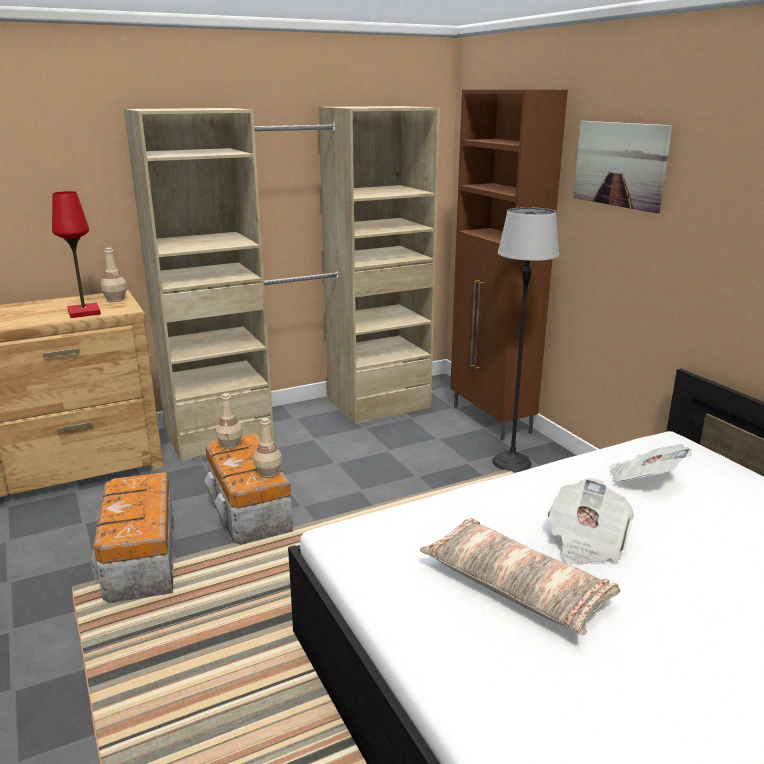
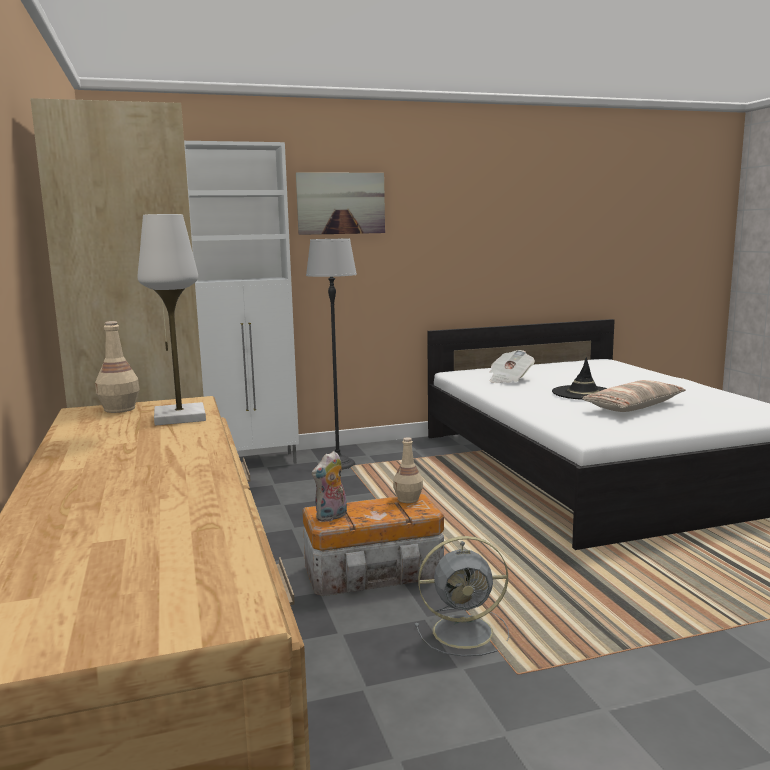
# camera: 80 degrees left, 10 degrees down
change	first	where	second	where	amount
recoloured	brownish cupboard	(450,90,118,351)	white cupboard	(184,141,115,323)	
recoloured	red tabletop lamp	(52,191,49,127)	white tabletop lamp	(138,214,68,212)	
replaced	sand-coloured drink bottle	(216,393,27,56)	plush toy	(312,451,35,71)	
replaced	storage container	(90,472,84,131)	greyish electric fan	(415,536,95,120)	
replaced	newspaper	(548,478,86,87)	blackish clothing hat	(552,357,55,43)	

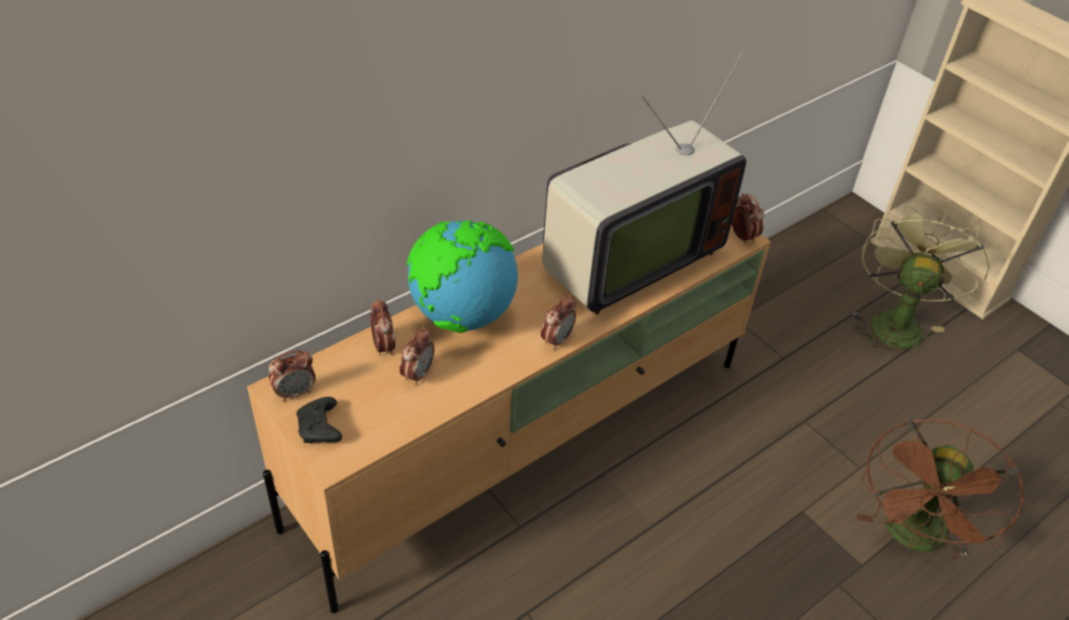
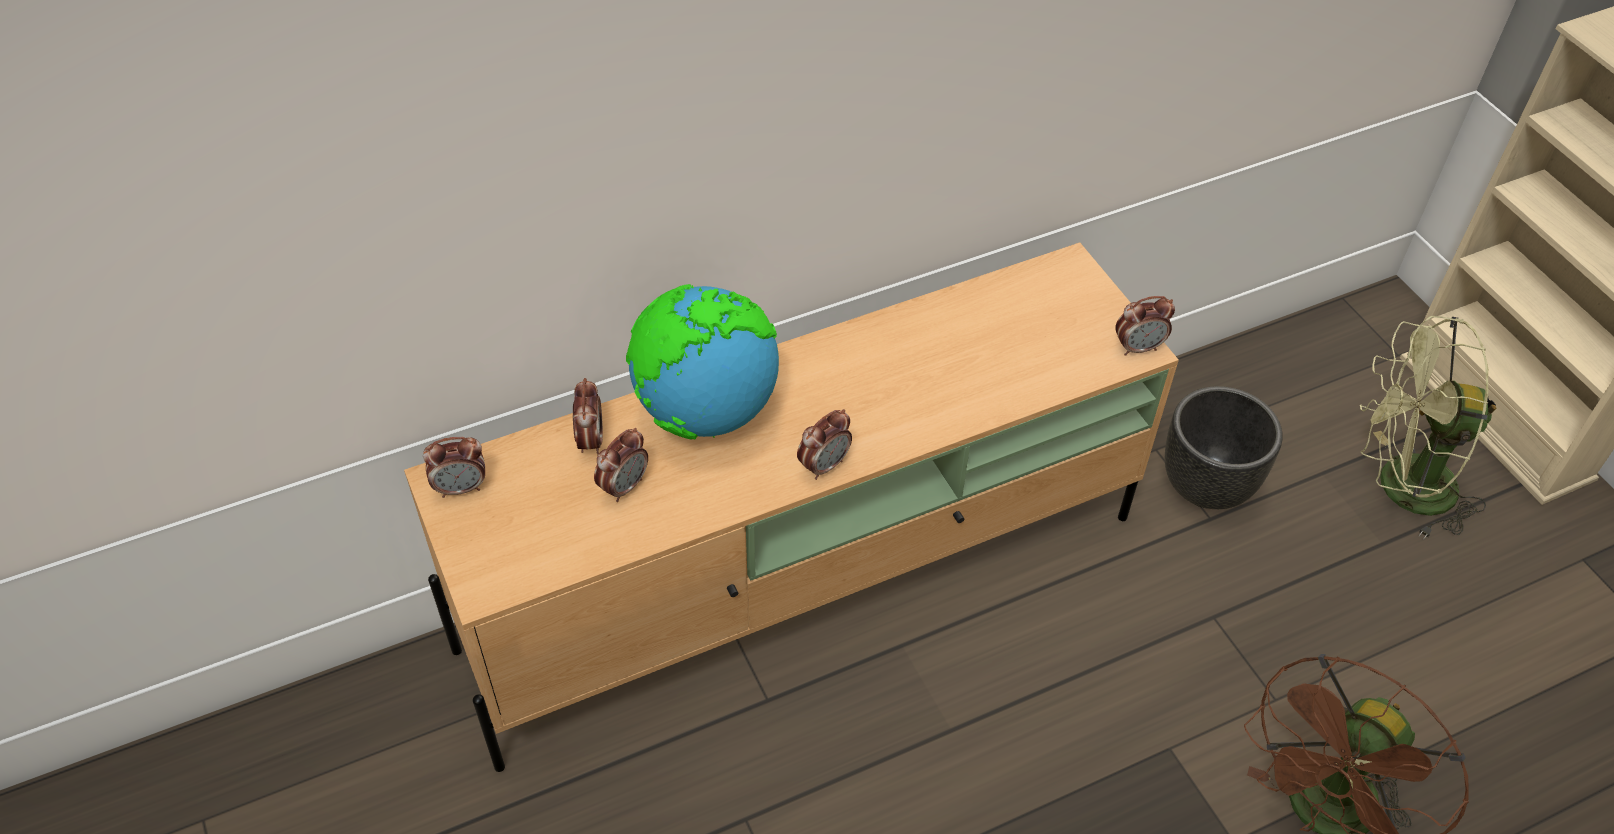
# camera: 15 degrees right, 5 degrees up
change	first	where	second	where	amount
removed	TV set	(542,51,204,264)			
turned	table clock	(732,193,32,51)		(1115,296,60,60)	90 degrees clockwise
turned	green-coloured electric fan	(852,206,139,149)		(1360,316,136,224)	120 degrees counterclockwise
removed	blackish gamepad	(296,397,46,46)			
added			blackish flower pot	(1165,386,118,123)	

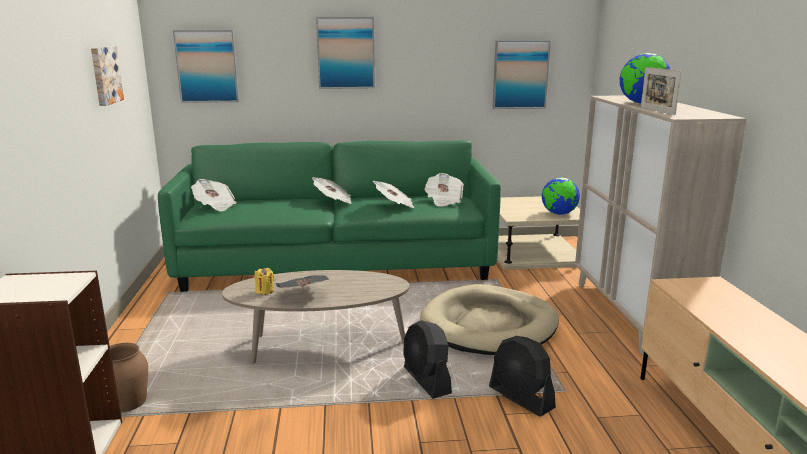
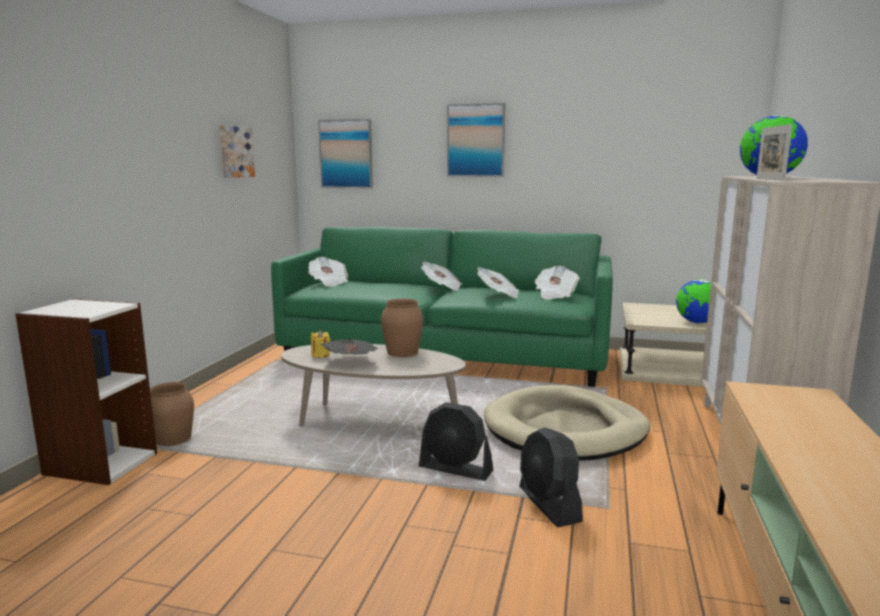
# camera: 20 degrees right, 5 degrees down
change	first	where	second	where	amount
removed	picture	(492,40,59,69)			
turned	blackish electric fan	(403,320,49,79)		(419,402,74,79)	60 degrees counterclockwise
added			brownish vase	(381,299,42,58)	

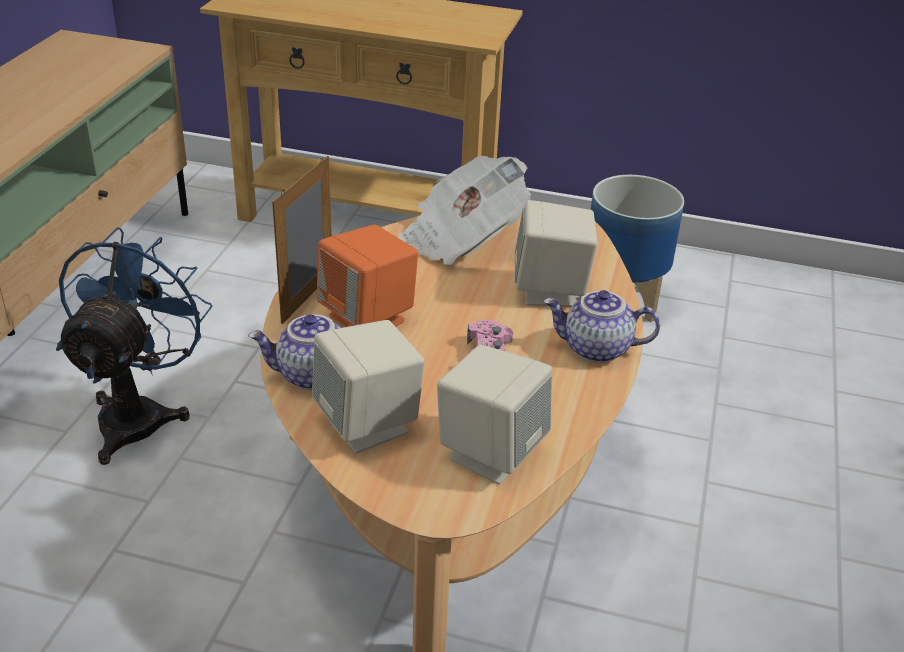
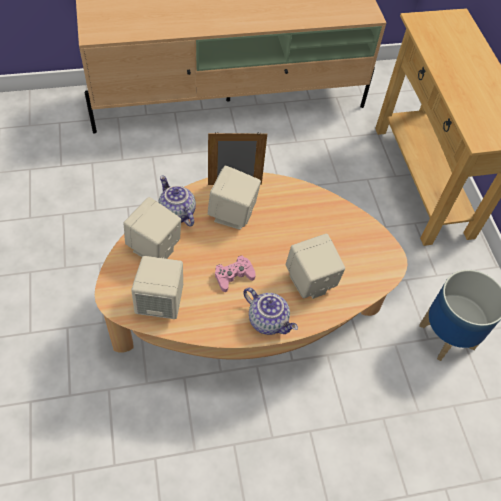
# camera: 60 degrees right, 20 degrees up
change	first	where	second	where	amount
removed	newspaper	(397,156,134,109)			
recoloured	orangey loudspeaker	(317,224,101,103)	sand-coloured loudspeaker	(208,166,53,63)	
removed	blue electric fan	(56,227,156,238)			
turned	tea pot	(543,290,117,73)		(243,288,55,47)	150 degrees clockwise

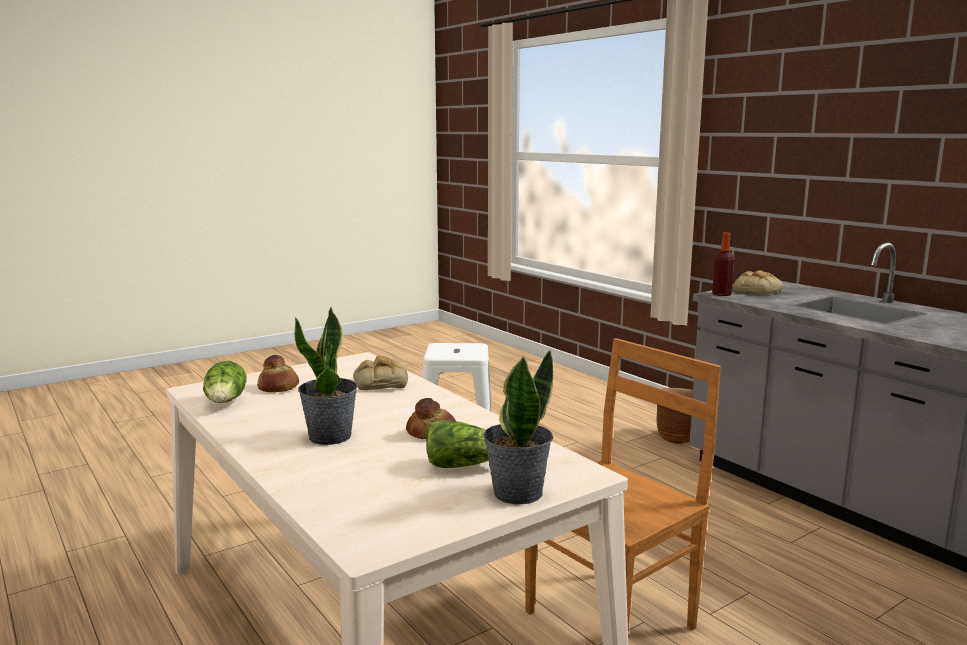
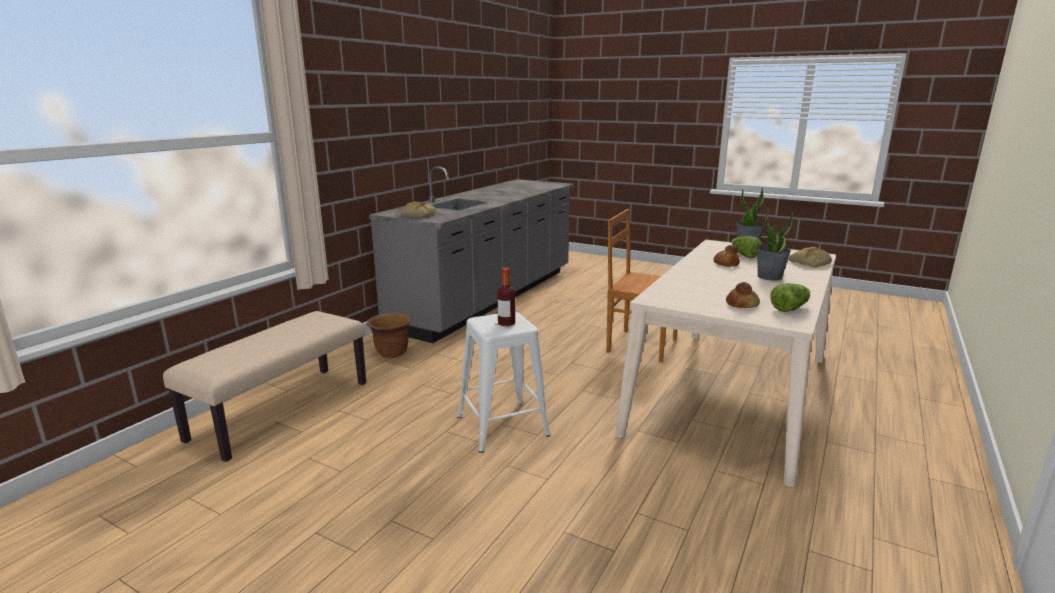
# camera: 115 degrees left, 5 degrees up
change	first	where	second	where	amount
moved	drink bottle	(712,232,23,64)		(497,268,18,58)	
moved	baked bread	(353,356,55,34)		(788,247,44,20)	
added			sand-coloured long seat	(163,311,203,151)	

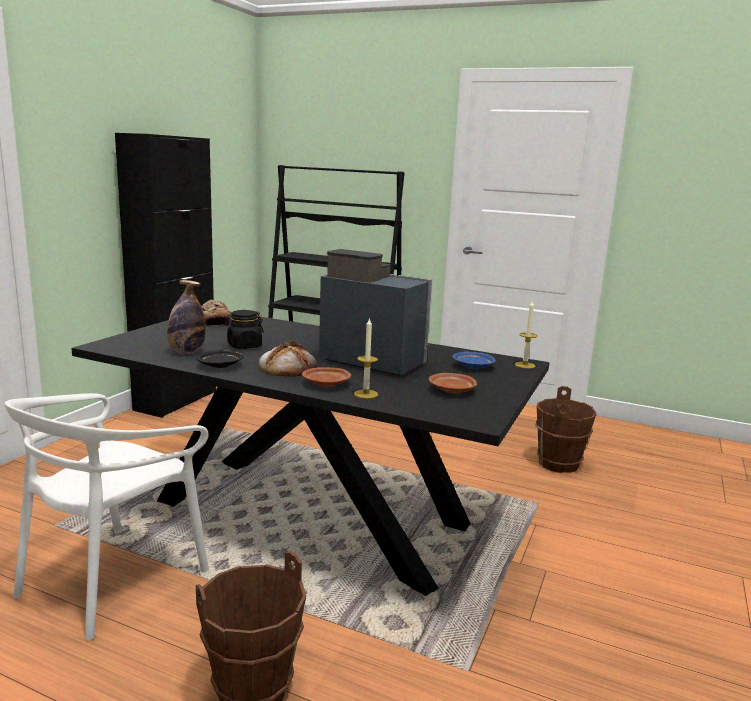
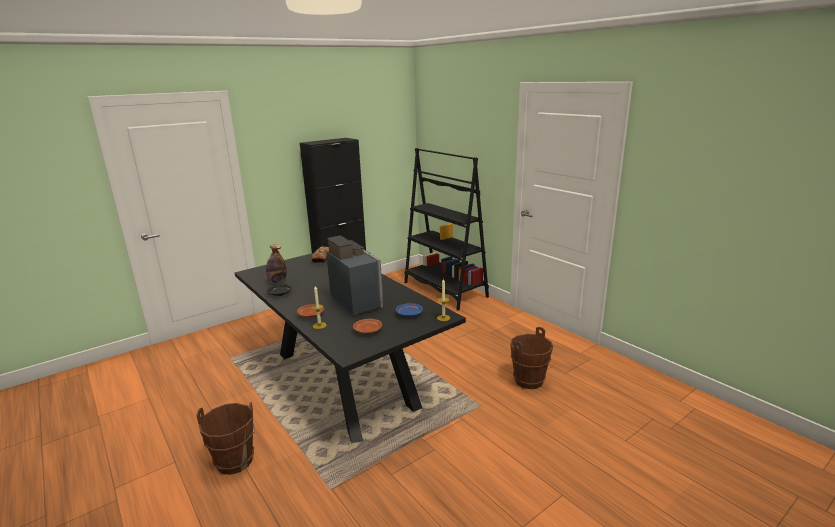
# camera: 30 degrees right, 5 degrees up
change	first	where	second	where	amount
removed	blackish jar	(224,310,40,39)			
removed	baked bread	(259,341,58,36)			
removed	white upright chair	(5,393,204,247)			

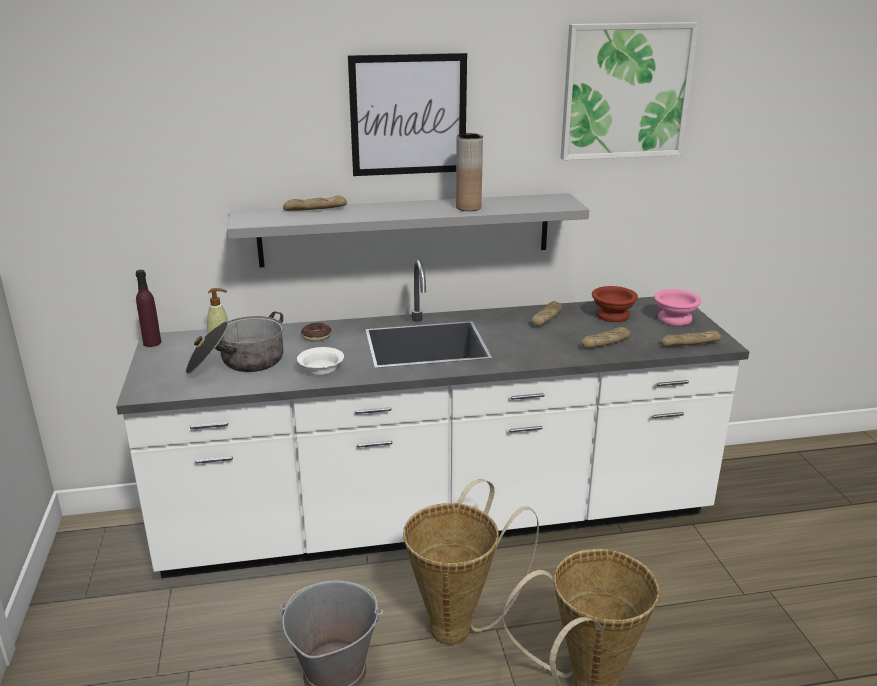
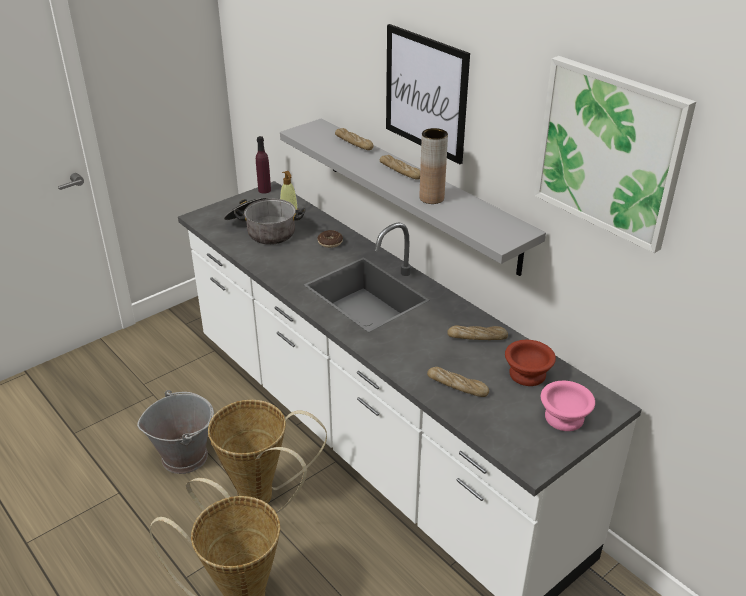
# camera: 60 degrees right, 10 degrees up
change	first	where	second	where	amount
moved	baked bread	(661,330,60,17)		(380,155,40,25)	
removed	white serving bowl	(297,347,47,28)			

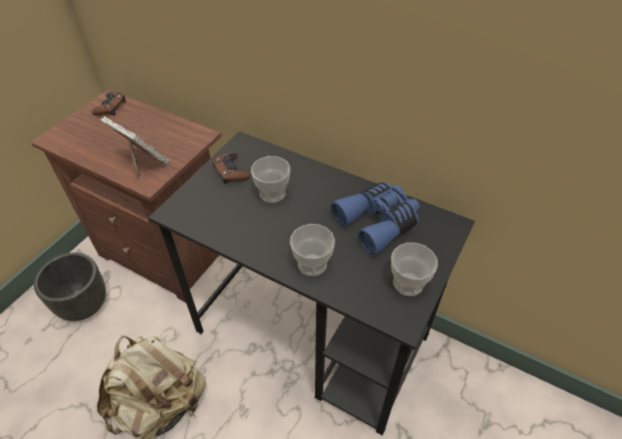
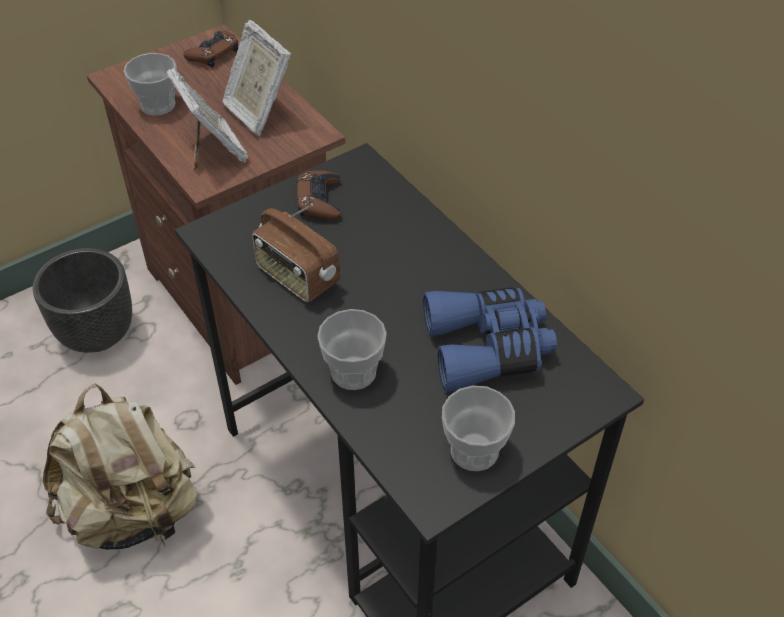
# camera: 25 degrees right, 0 degrees up
change	first	where	second	where	amount
moved	drinking cup	(251,156,39,47)		(124,53,53,63)	
added			photo frame	(222,20,69,116)	
added			radio set	(252,204,88,99)	

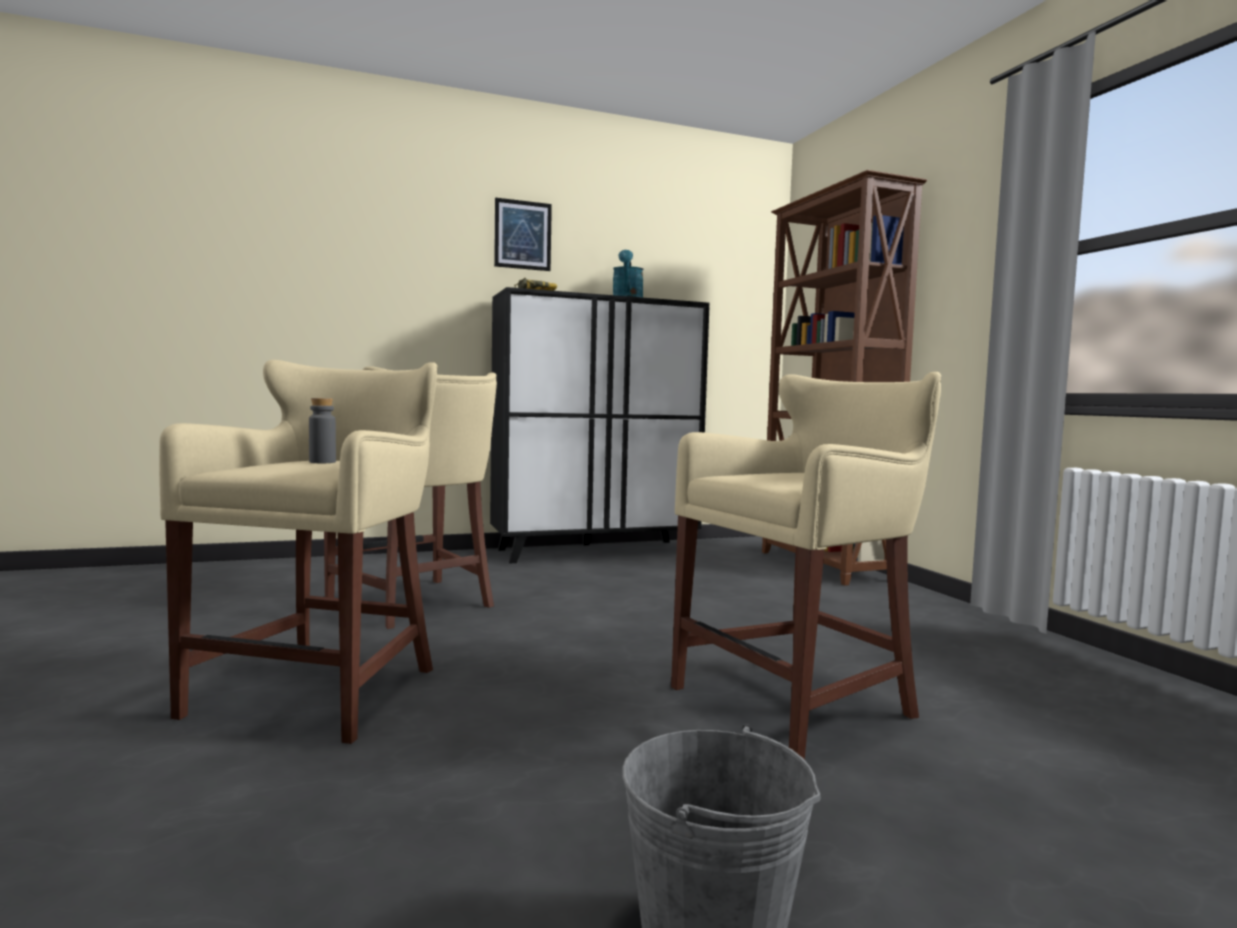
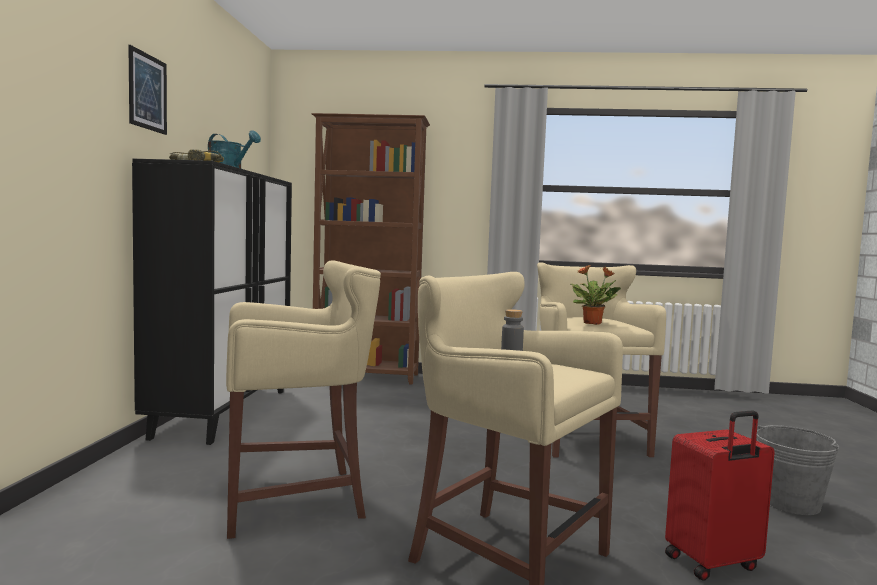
# camera: 65 degrees left, 0 degrees up
change	first	where	second	where	amount
added			potted plant	(571,265,50,60)	
added			red suitcase	(665,410,110,171)	

